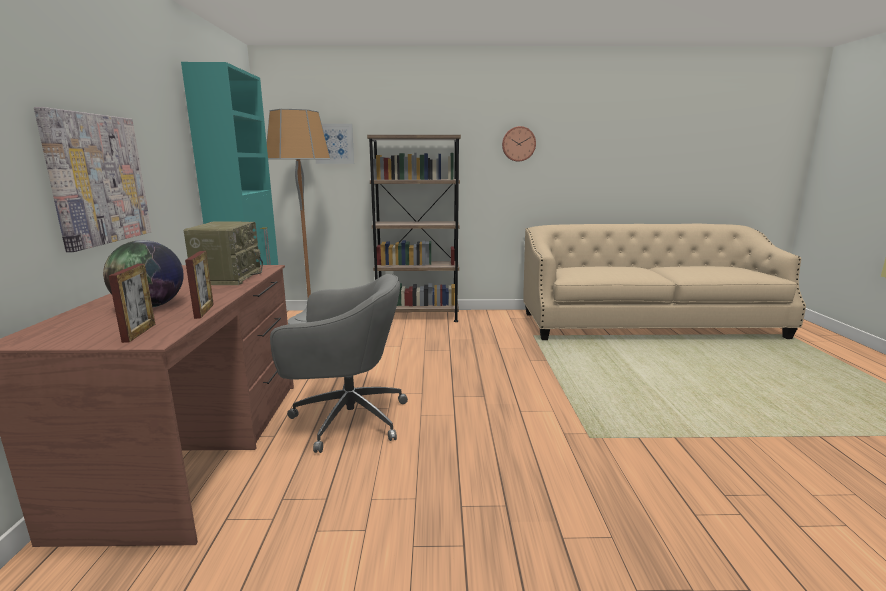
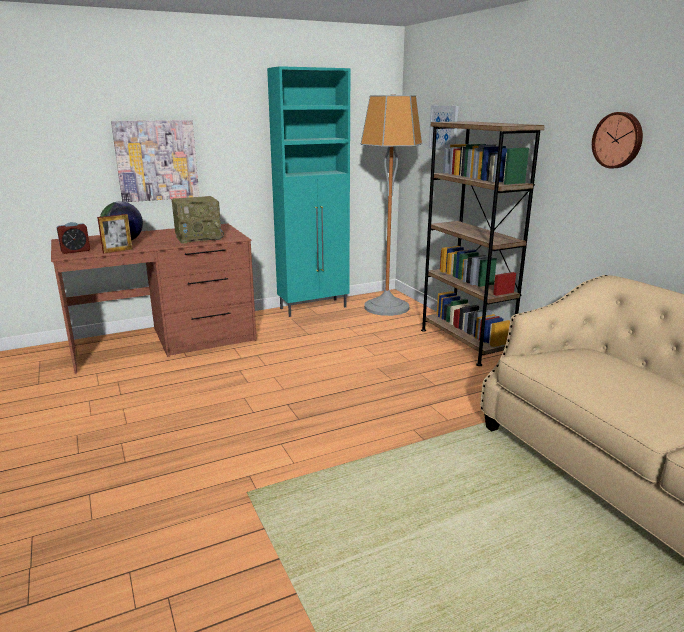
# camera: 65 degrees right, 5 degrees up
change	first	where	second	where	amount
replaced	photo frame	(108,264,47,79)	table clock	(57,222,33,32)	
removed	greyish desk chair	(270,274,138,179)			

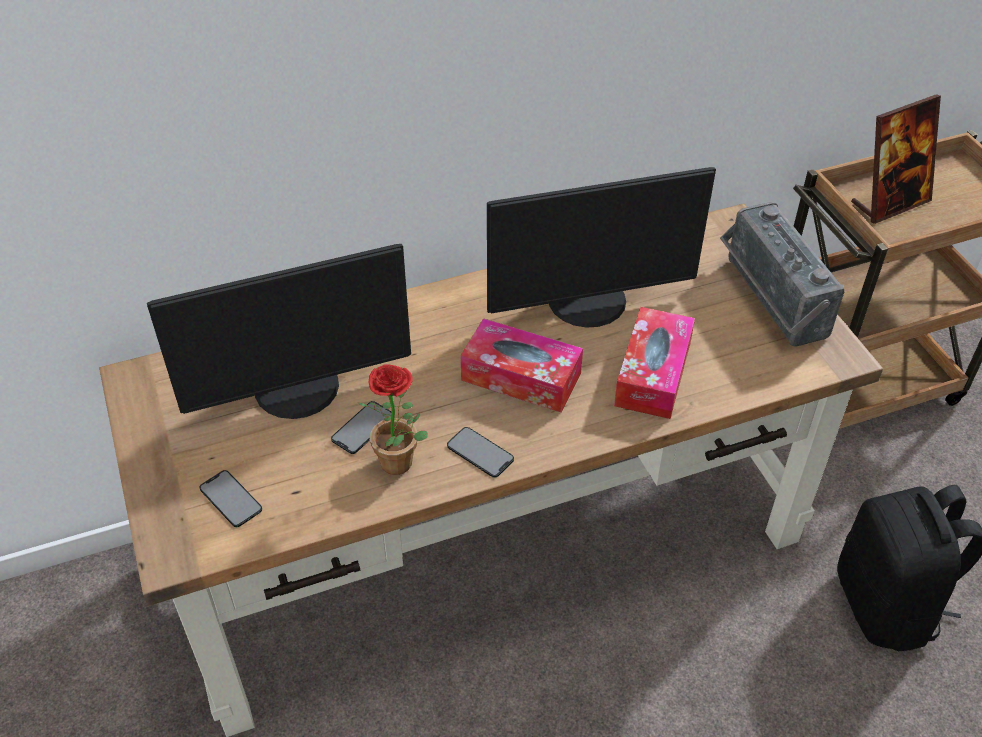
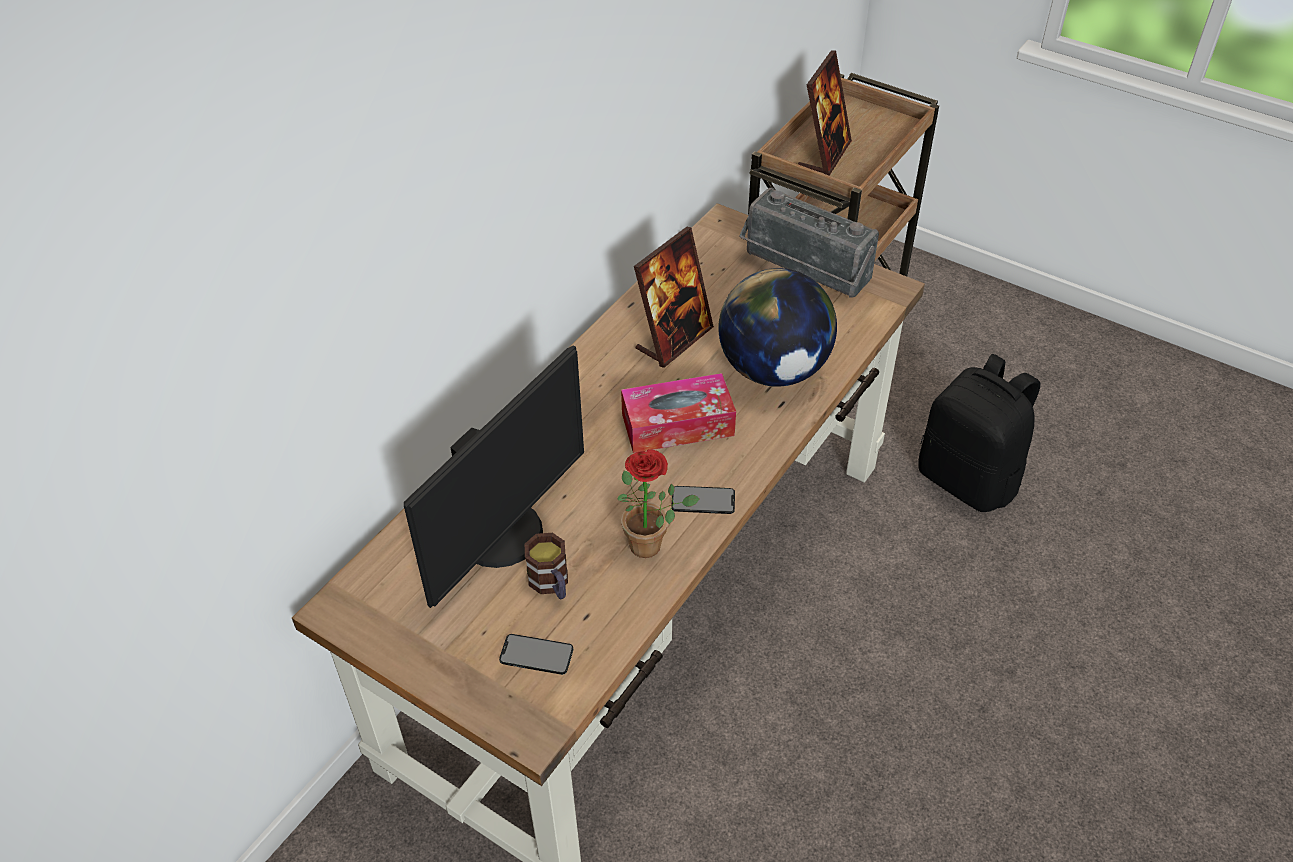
# camera: 35 degrees left, 0 degrees up
change	first	where	second	where	amount
replaced	computer display	(487,167,229,161)	photo frame	(634,227,80,141)	
replaced	tissue holder	(614,307,81,112)	world globe	(718,268,119,119)	
removed	telephone	(331,401,60,53)			
added			mug	(525,533,43,66)	

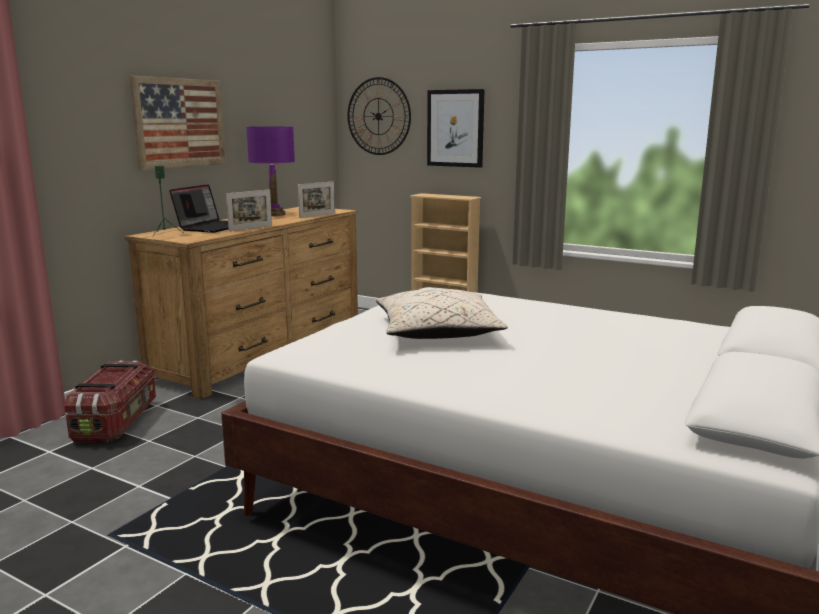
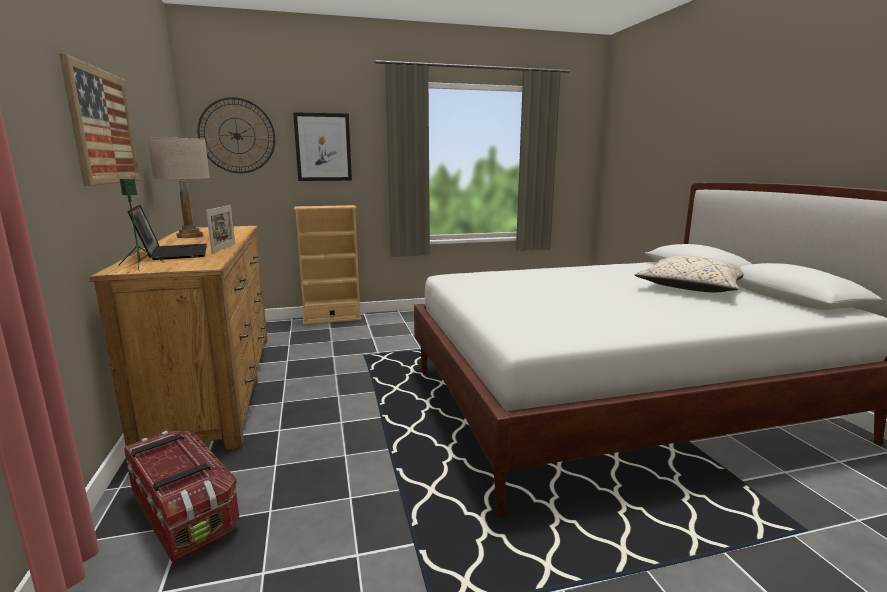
# camera: 45 degrees left, 0 degrees up
change	first	where	second	where	amount
recoloured	purplish tabletop lamp	(246,126,49,90)	sand-coloured tabletop lamp	(147,138,63,100)	
removed	photo frame	(298,181,37,37)			
moved	sand-coloured cushion	(376,289,132,50)		(634,256,110,36)	

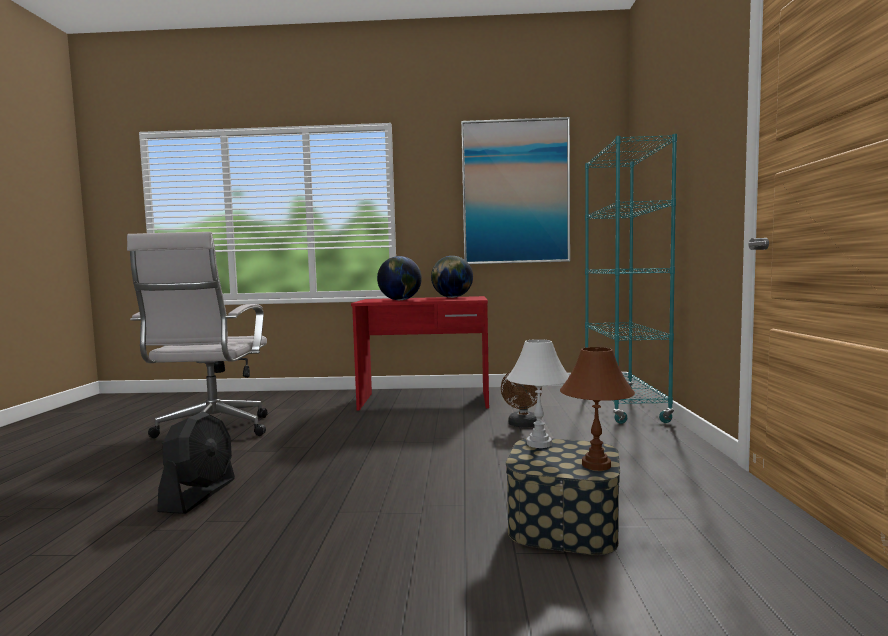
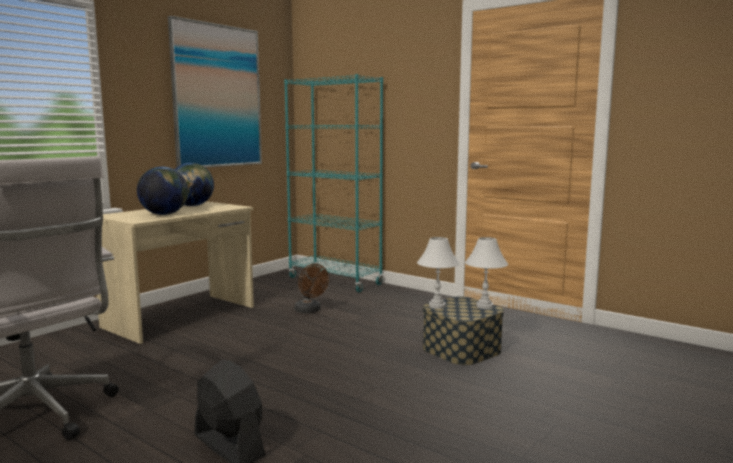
# camera: 55 degrees left, 5 degrees up
change	first	where	second	where	amount
recoloured	red desk	(351,296,138,114)	sand-coloured desk	(97,202,157,142)	
recoloured	brownish tabletop lamp	(560,347,75,124)	white tabletop lamp	(465,237,43,72)	

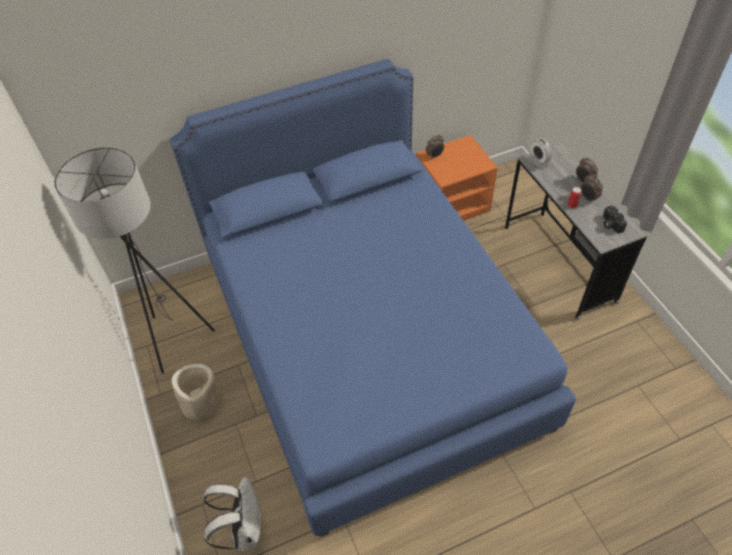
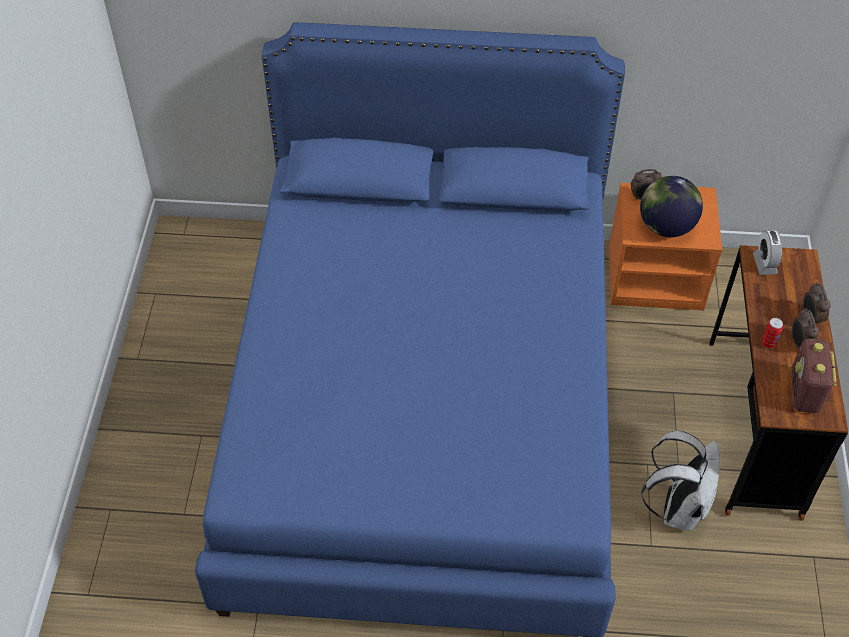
# camera: 25 degrees right, 0 degrees up
change	first	where	second	where	amount
recoloured	greyish desk	(505,143,142,177)	brownish desk	(709,245,139,276)	
removed	greyish floor lamp	(54,147,161,227)			
replaced	still camera	(603,206,24,28)	radio set	(791,339,45,74)	
removed	sand-coloured flower pot	(172,364,47,55)			
moved	white backpack	(203,476,58,75)		(641,431,79,100)	
added			world globe	(640,176,63,61)	

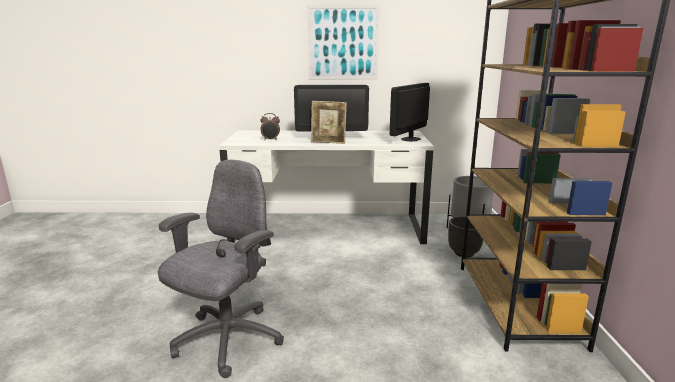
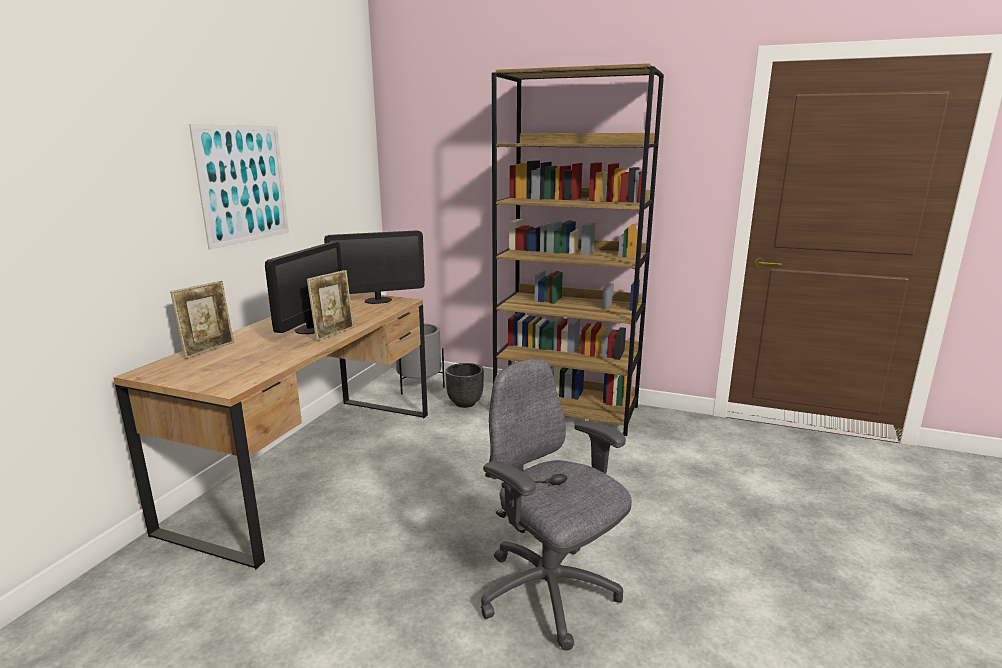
# camera: 70 degrees left, 0 degrees up
change	first	where	second	where	amount
turned	computer display	(390,83,40,58)		(324,230,101,74)	75 degrees counterclockwise
removed	table clock	(260,113,20,27)			
recoloured	white desk	(219,130,215,114)	brownish desk	(113,293,315,276)	
added			photo frame	(170,281,64,78)	

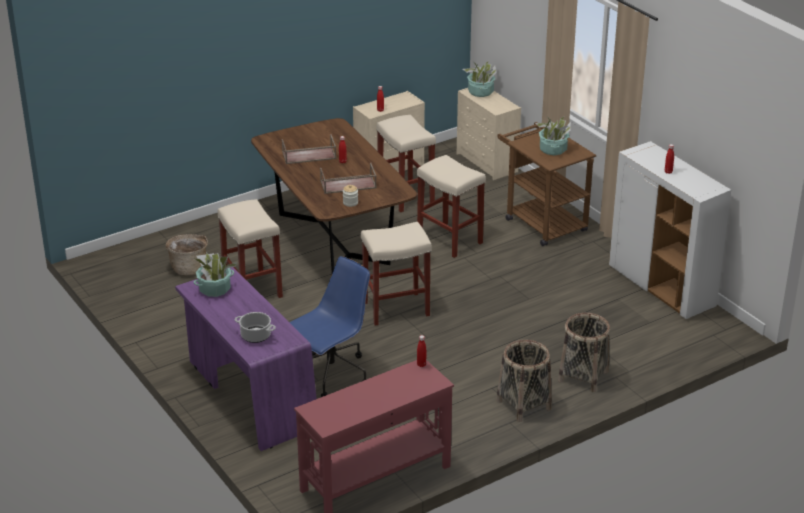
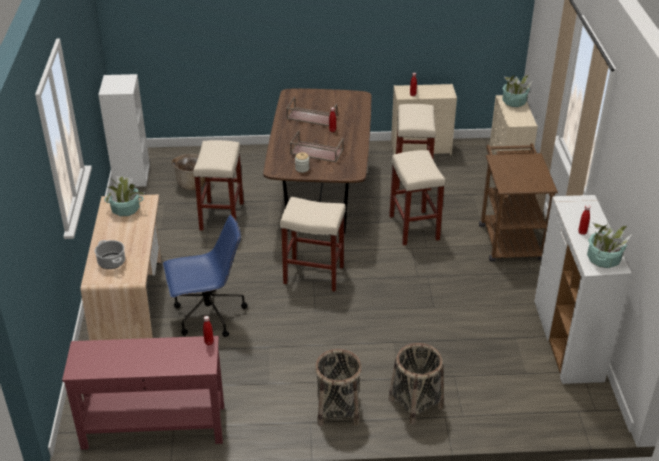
# camera: 30 degrees right, 5 degrees up
change	first	where	second	where	amount
moved	potted plant	(535,116,36,39)		(587,222,45,46)	
recoloured	purplish desk	(175,267,142,184)	sand-coloured desk	(81,194,80,146)	
added			white shelving unit	(98,74,52,113)	

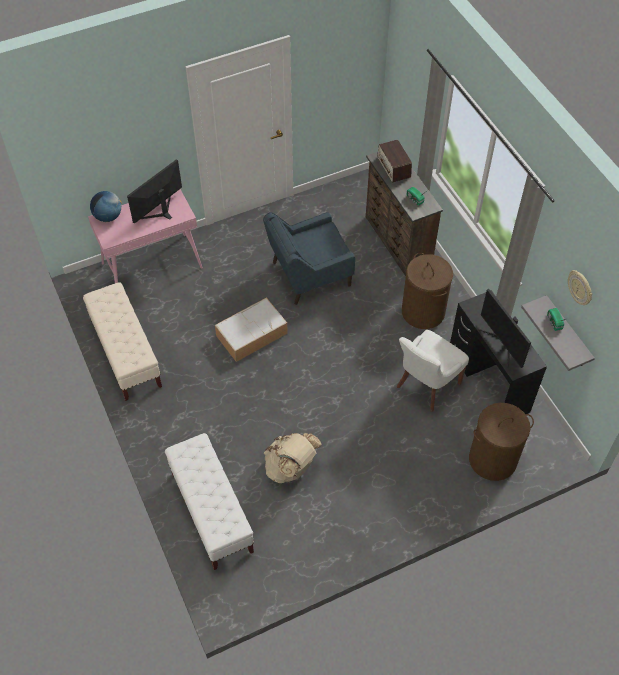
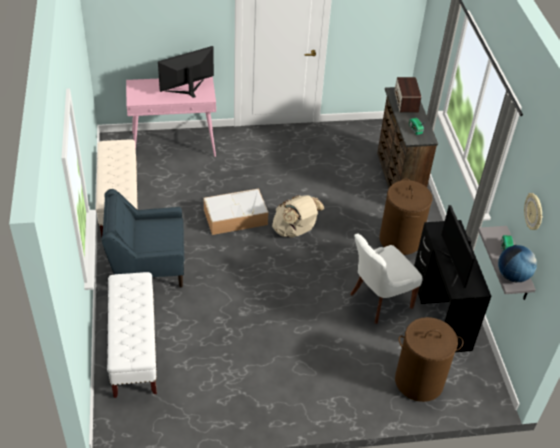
# camera: 15 degrees right, 10 degrees down
change	first	where	second	where	amount
moved	world globe	(90,191,32,31)		(498,245,39,37)	
moved	blue easy chair	(263,212,92,93)		(102,189,82,99)	
moved	sand-coloured backpack	(264,433,58,50)		(272,195,53,43)	

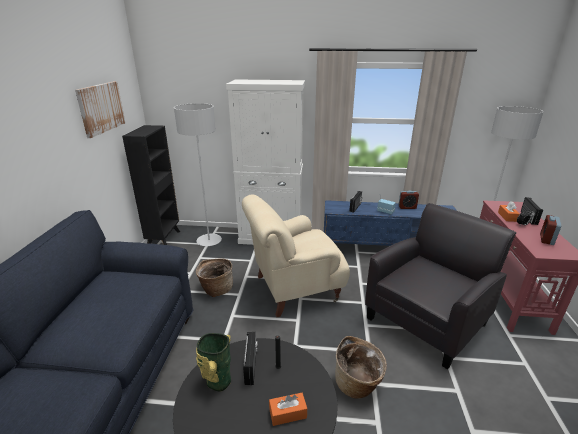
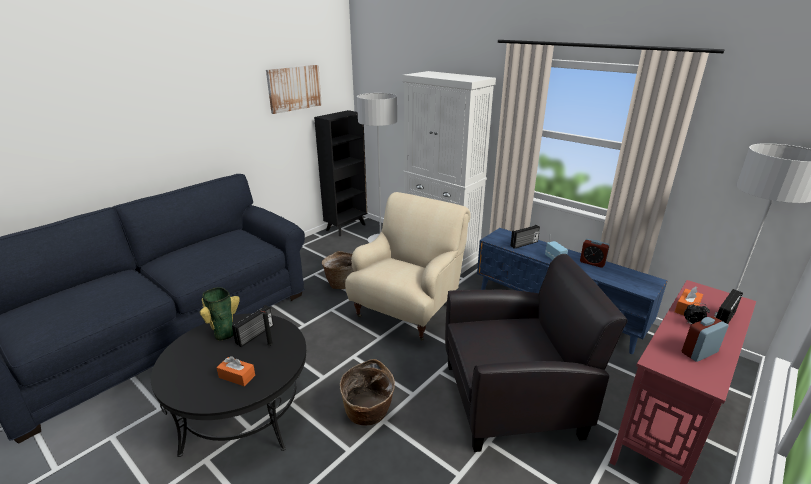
# camera: 35 degrees right, 0 degrees up
change	first	where	second	where	amount
turned	sand-coloured easy chair	(242,194,108,123)		(345,192,126,149)	105 degrees clockwise

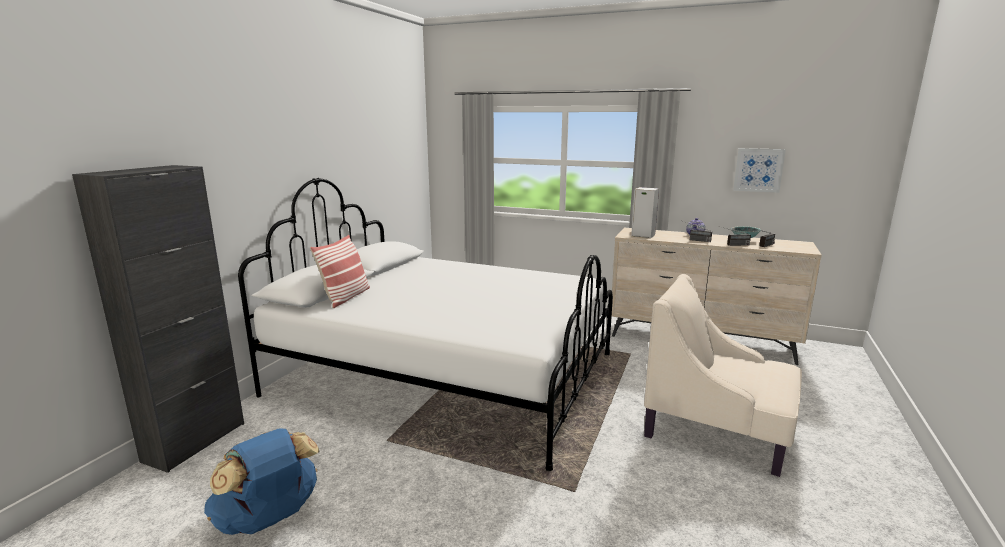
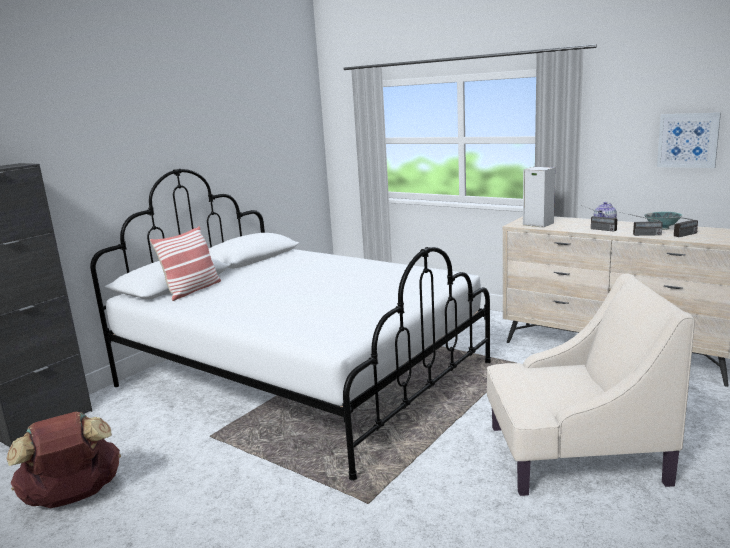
# camera: 15 degrees right, 0 degrees up
change	first	where	second	where	amount
turned	sand-coloured easy chair	(644,274,158,203)		(487,273,208,223)	135 degrees clockwise
recoloured	blue backpack	(204,428,115,107)	brownish backpack	(7,412,114,96)	

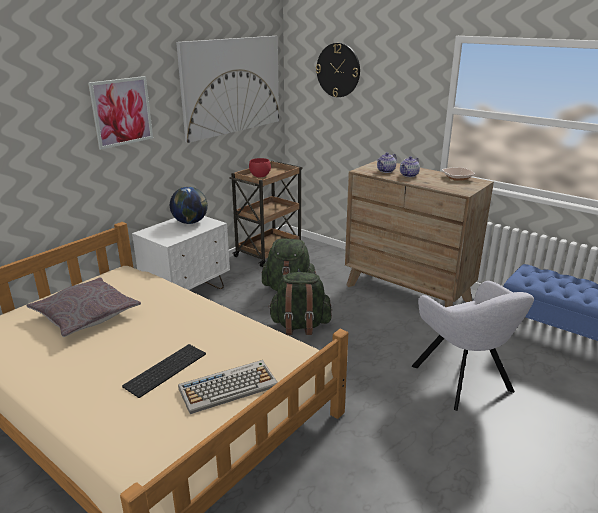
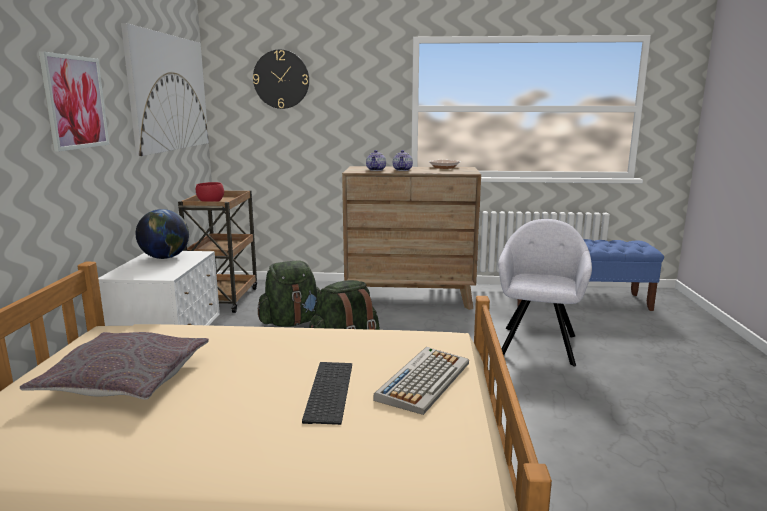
# camera: 35 degrees left, 10 degrees down
change	first	where	second	where	amount
turned	greyish easy chair	(412,281,122,130)		(498,219,94,147)	105 degrees counterclockwise

